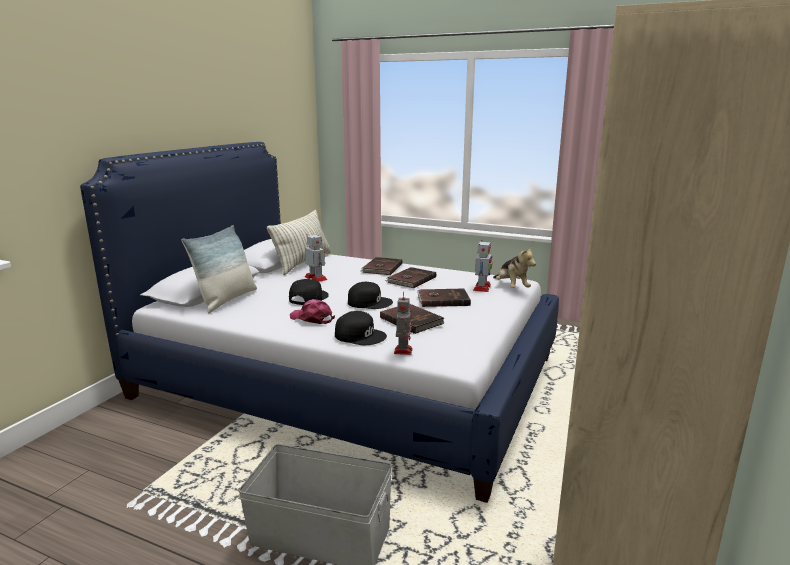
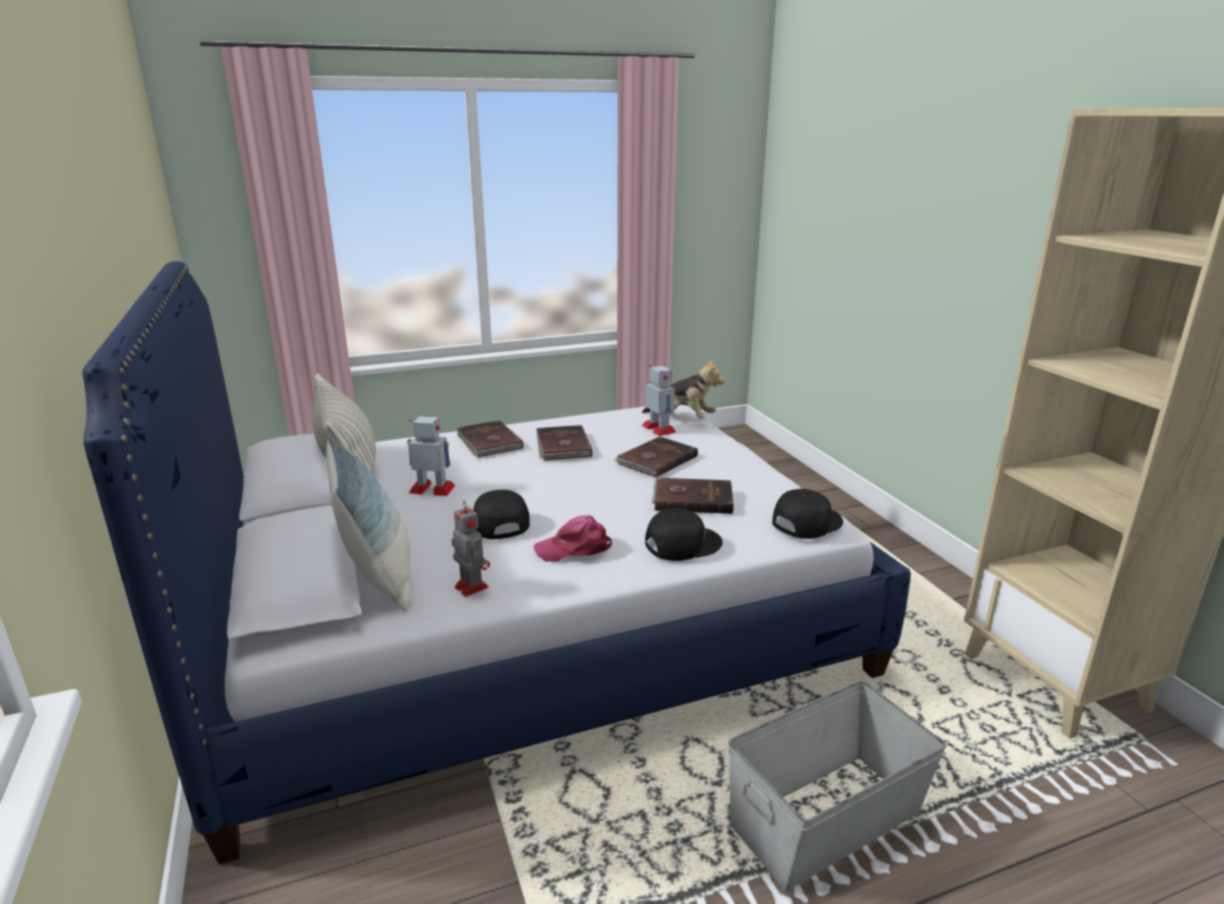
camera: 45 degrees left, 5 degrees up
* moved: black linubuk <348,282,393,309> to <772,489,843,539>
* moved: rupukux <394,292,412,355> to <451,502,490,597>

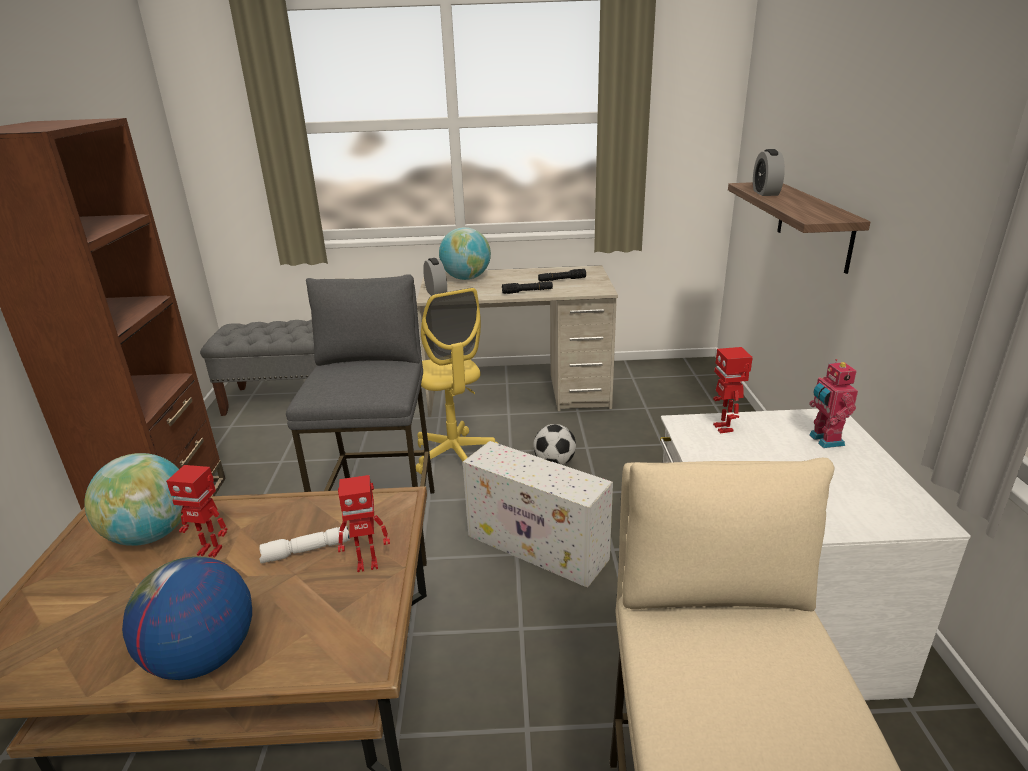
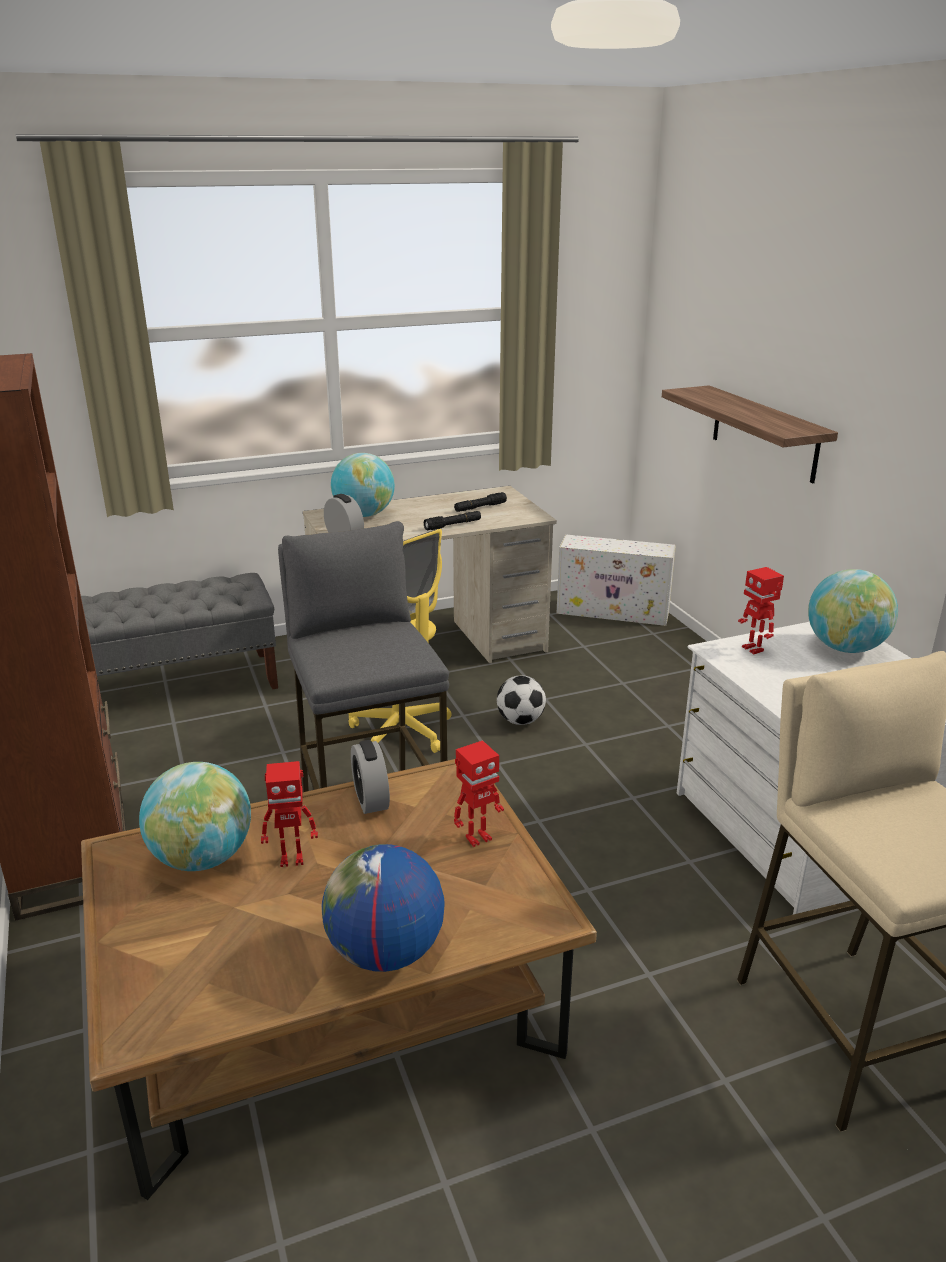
camera: 20 degrees left, 0 degrees up
* removed: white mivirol <259,526,350,563>
* moved: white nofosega <463,441,613,588> to <556,535,676,626>
* moved: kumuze <753,149,785,196> to <351,740,390,814>
* replaced: rupukux <809,359,858,448> to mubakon <808,569,898,653>

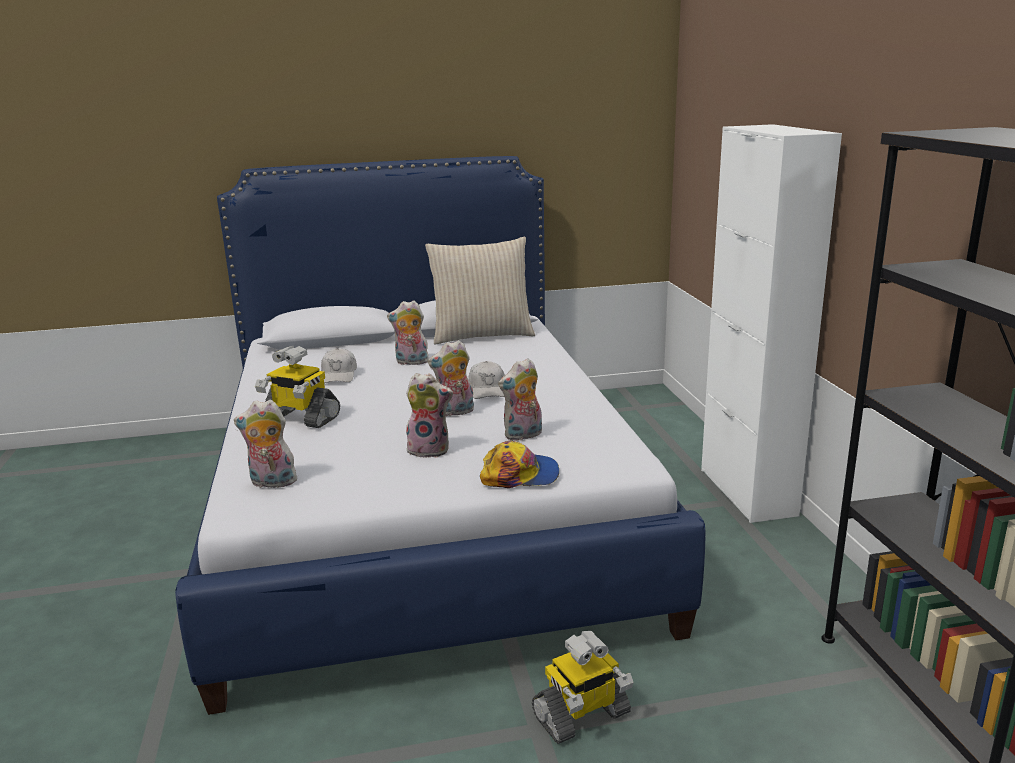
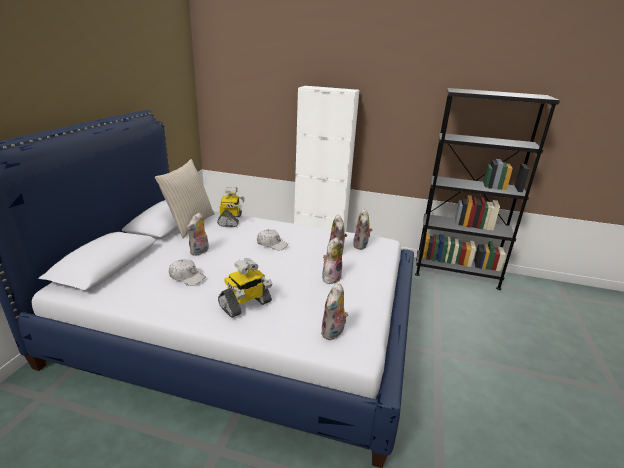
camera: 65 degrees left, 5 degrees up
* removed: linubuk <480,441,559,488>
* moved: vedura <428,340,474,416> to <353,209,373,250>
* moved: rupukux <532,631,634,744> to <217,187,245,227>

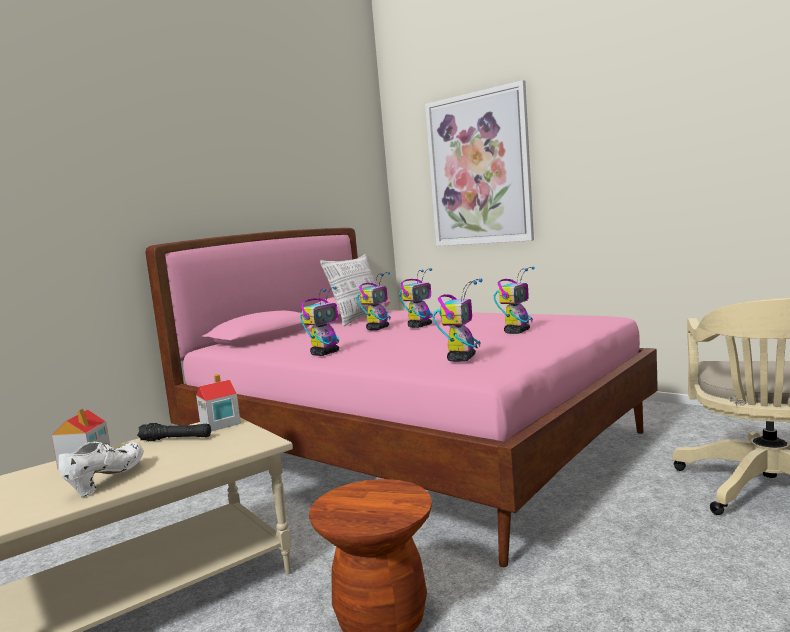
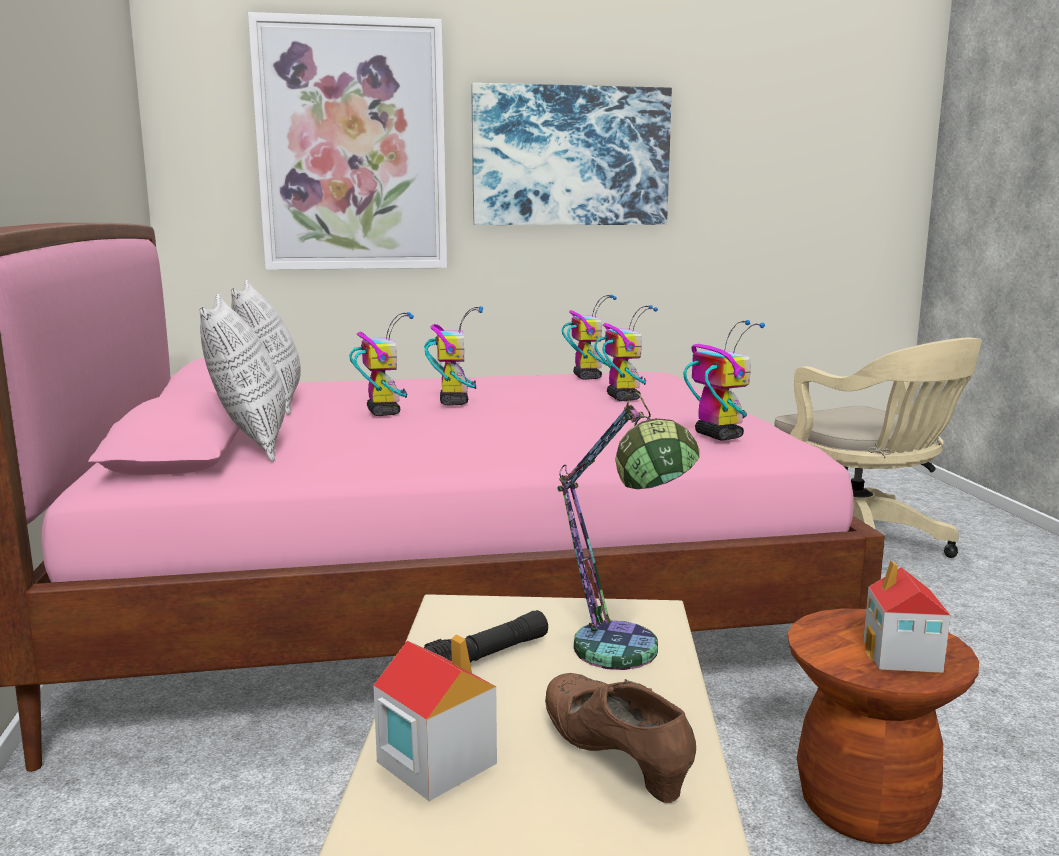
camera: 50 degrees left, 5 degrees up
* added: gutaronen <200,294,286,462>
* added: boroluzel <471,83,672,225>
* added: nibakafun <558,390,700,670>
* moved: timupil <196,374,241,432> to <863,560,950,673>
* moved: rupukux <300,286,339,356> to <562,295,617,380>
* recoloured: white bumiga <59,442,144,497> to brown bumiga <545,673,696,803>

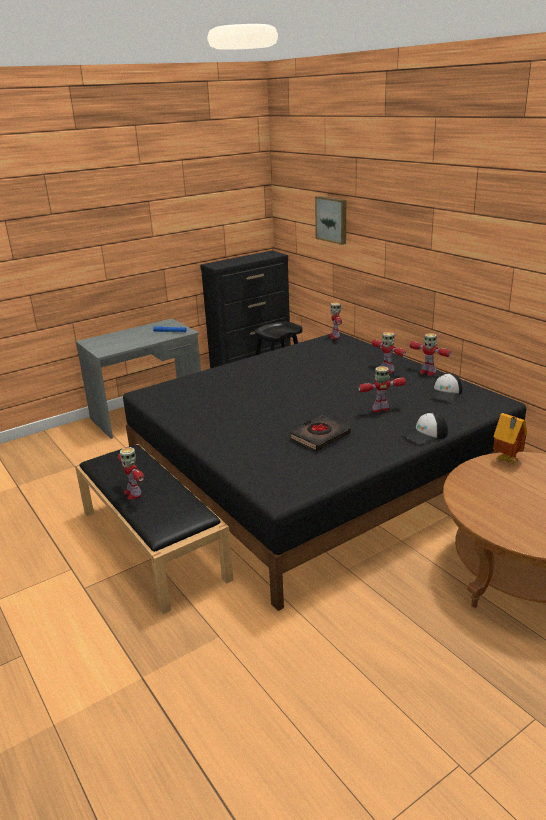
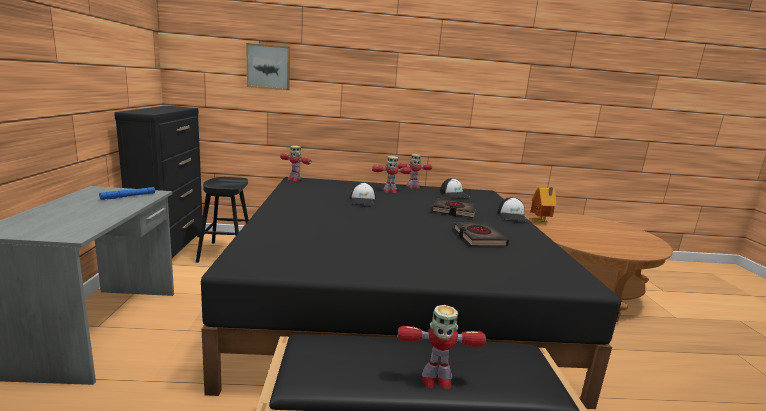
camera: 60 degrees left, 10 degrees down
* added: linubuk <351,182,376,205>
* replaced: rupukux <358,366,406,412> to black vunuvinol <432,199,477,218>

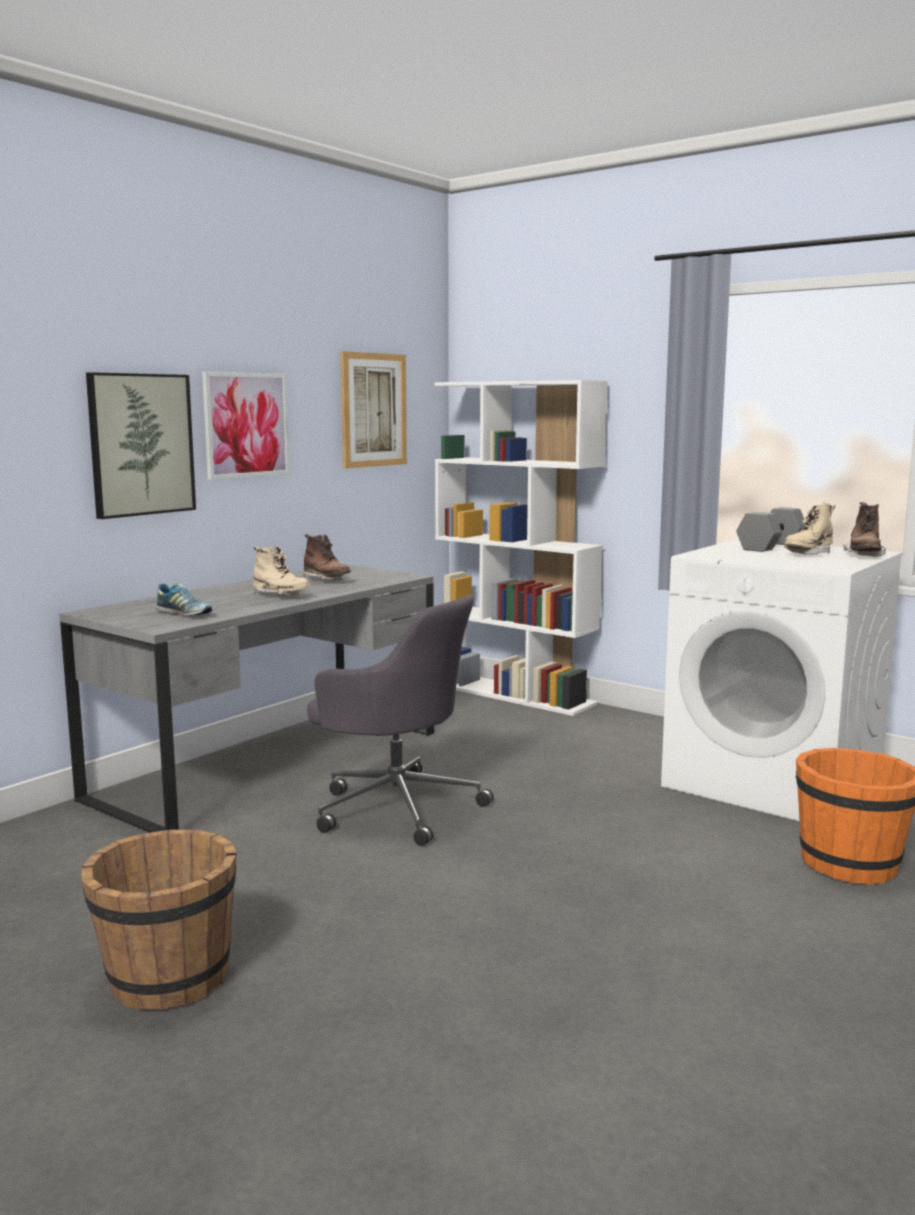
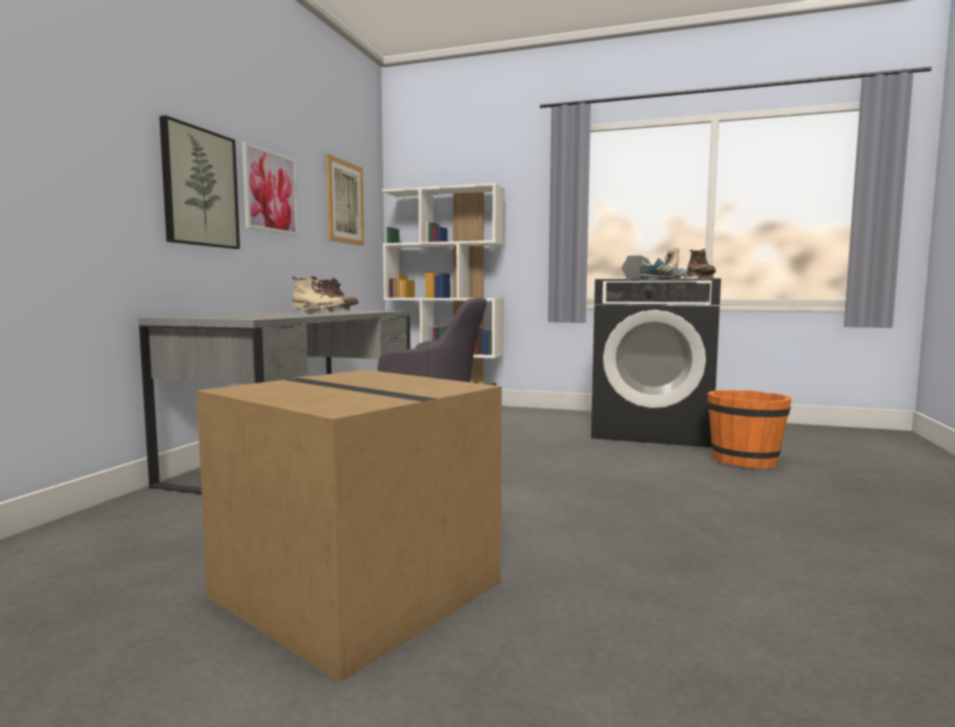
camera: 20 degrees left, 5 degrees down
* moved: bumiga <156,583,212,616> to <639,258,688,279>
* replaced: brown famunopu <82,829,236,1010> to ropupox <196,370,502,683>
* recoloured: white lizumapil <661,539,903,821> to black lizumapil <591,278,721,447>

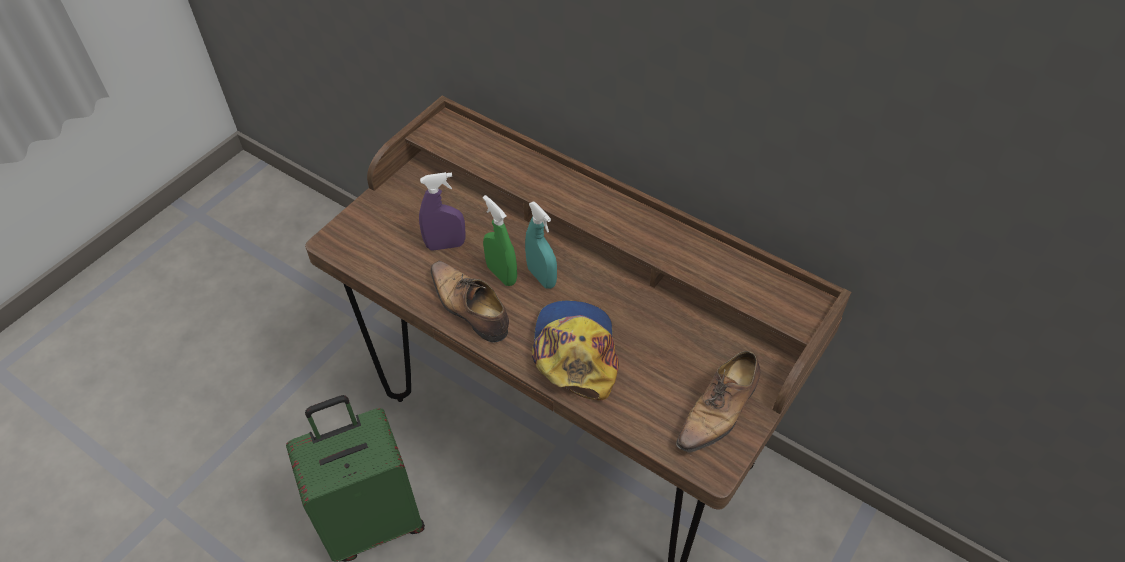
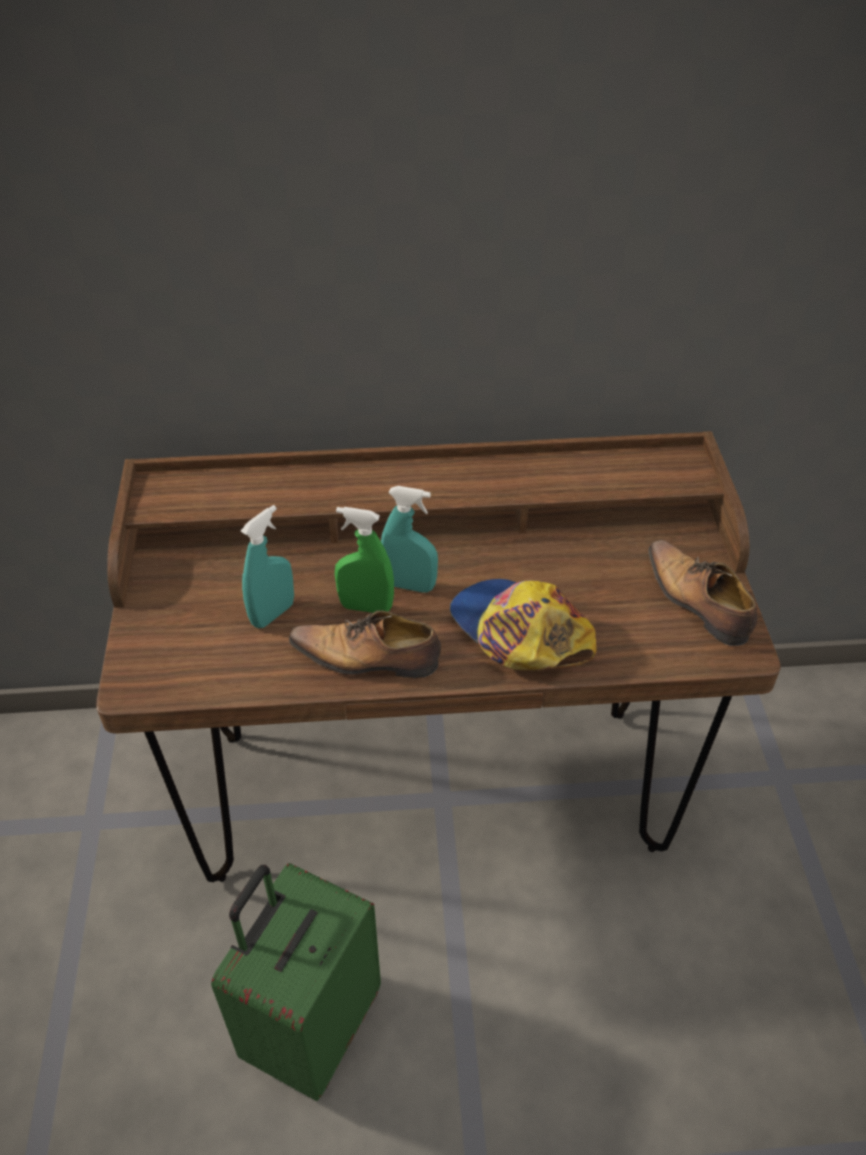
camera: 40 degrees left, 5 degrees down
* recoloured: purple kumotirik <419,172,465,251> to turquoise kumotirik <241,505,294,628>
* turned: bumiga <676,351,760,456> = <648,540,757,646> 150 degrees clockwise

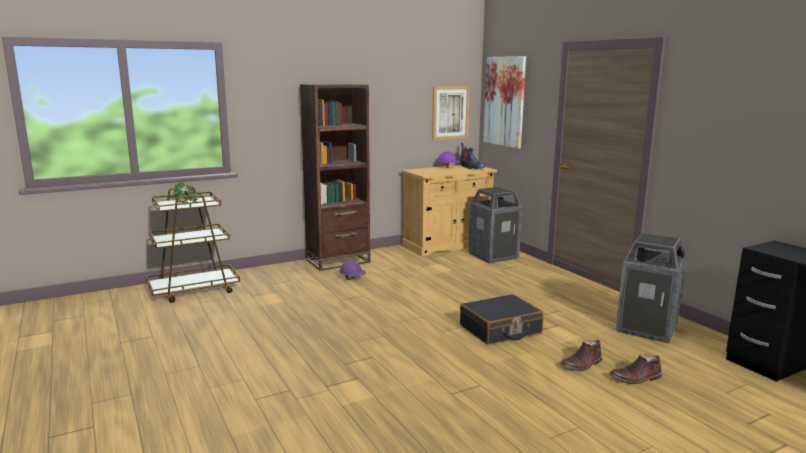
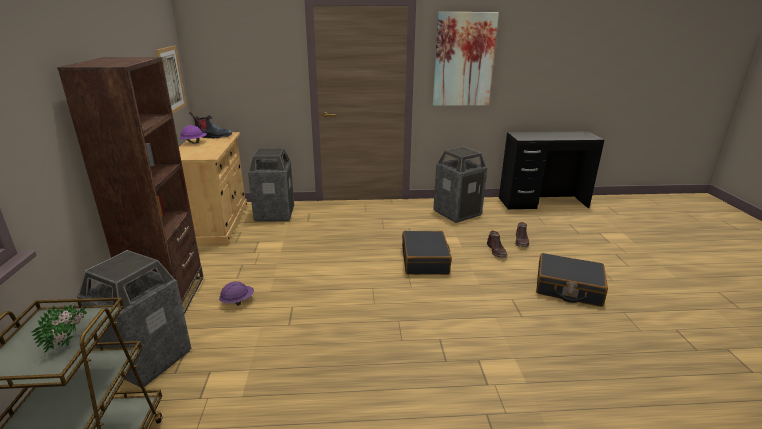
camera: 65 degrees left, 10 degrees up
* added: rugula <77,250,191,387>
* added: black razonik <536,253,608,307>
* moved: boroluzel <483,56,526,149> to <433,12,499,106>

